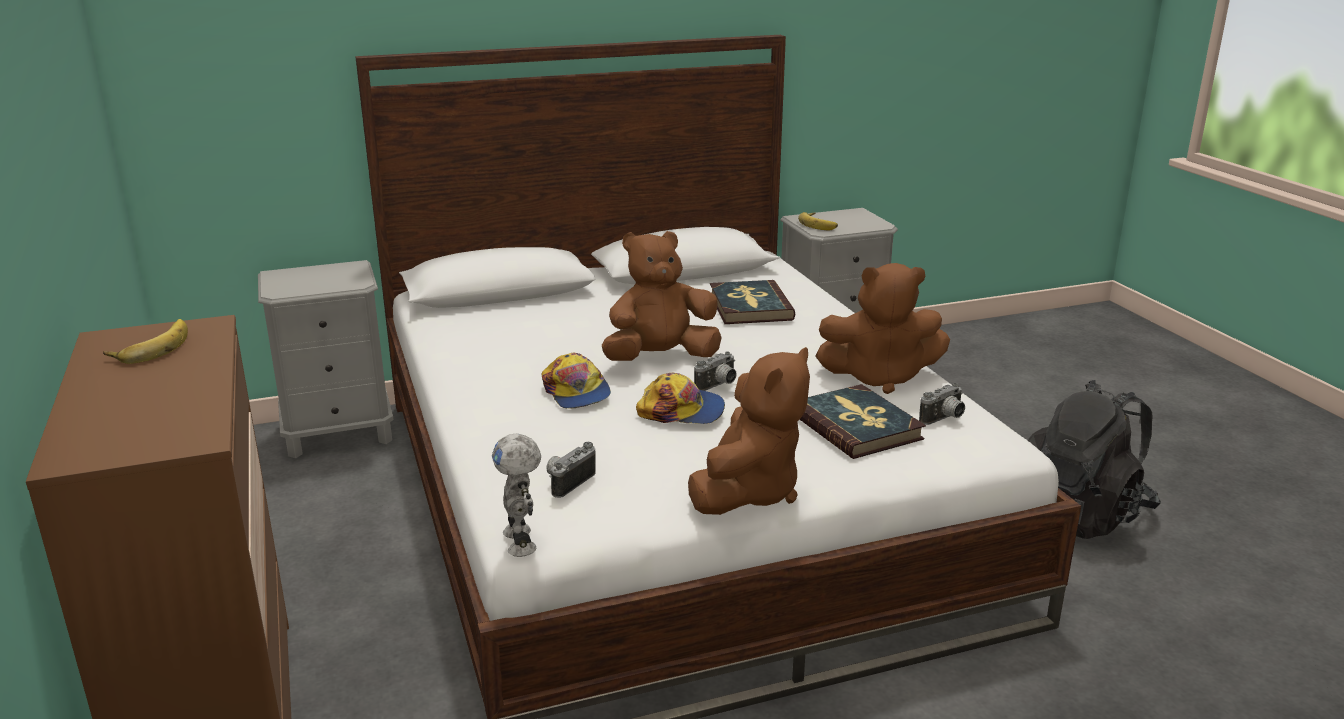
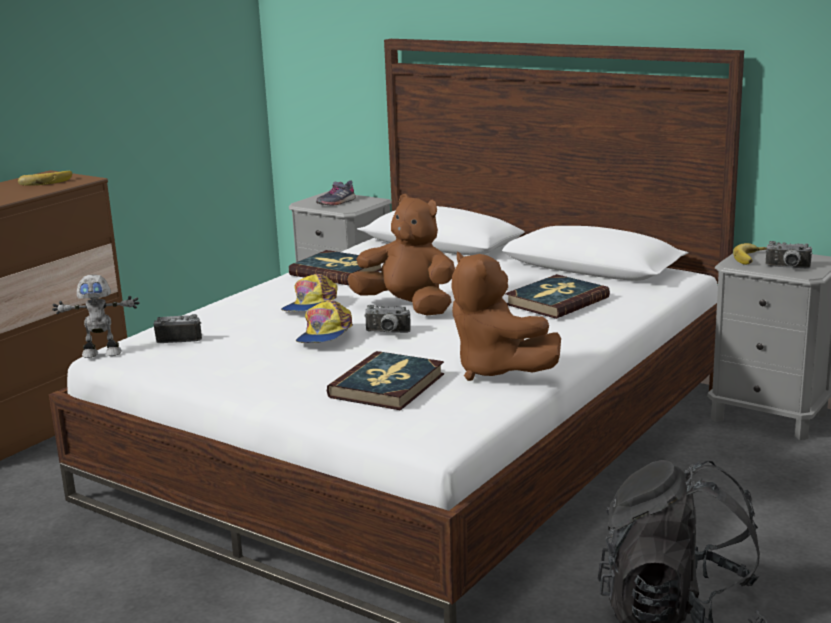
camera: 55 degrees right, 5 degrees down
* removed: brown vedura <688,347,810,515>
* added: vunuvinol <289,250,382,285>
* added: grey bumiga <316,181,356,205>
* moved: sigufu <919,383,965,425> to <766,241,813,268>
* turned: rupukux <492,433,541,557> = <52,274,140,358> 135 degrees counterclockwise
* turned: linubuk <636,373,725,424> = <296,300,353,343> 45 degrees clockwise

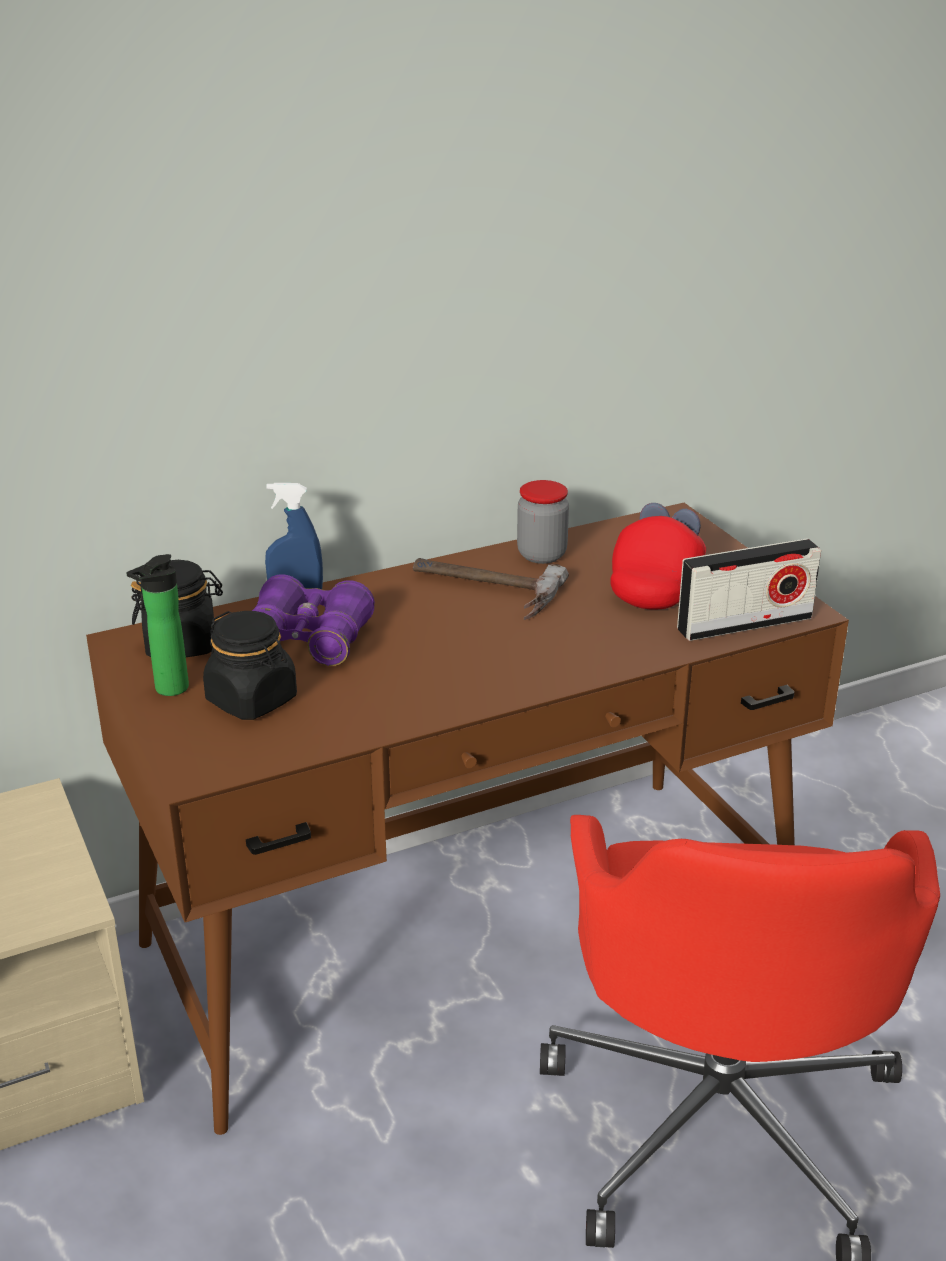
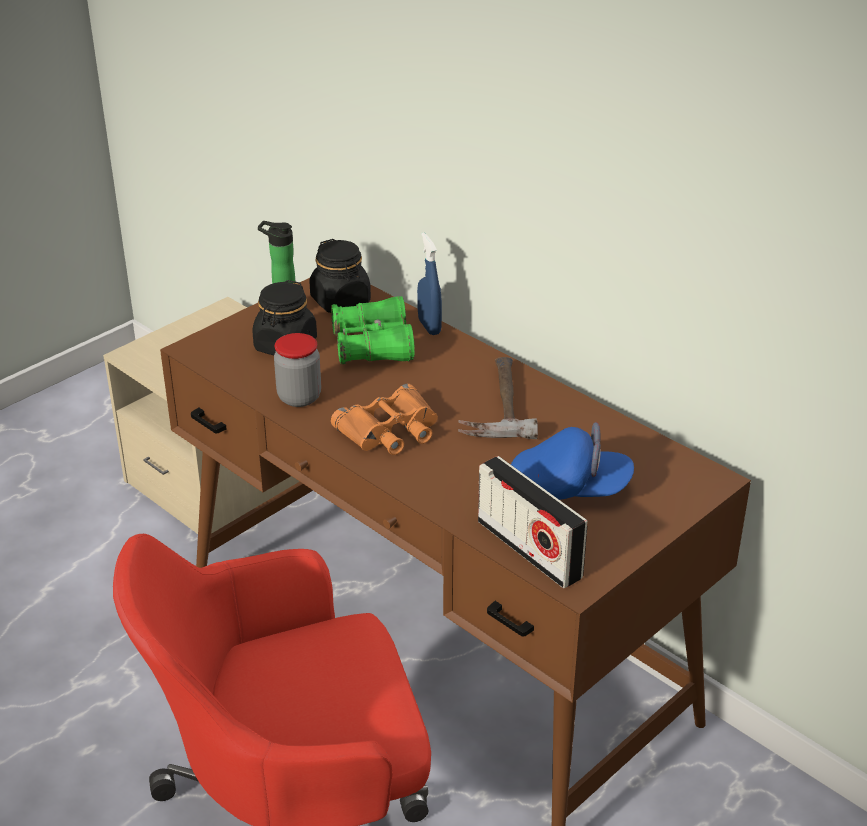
camera: 70 degrees right, 5 degrees up
* added: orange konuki <331,384,438,455>
* moved: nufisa <517,480,569,564> to <274,333,321,407>
* recoloured: purple konuki <252,574,375,666> to green konuki <331,296,415,365>
* recoloured: red linubuk <610,503,706,609> to blue linubuk <511,422,634,500>

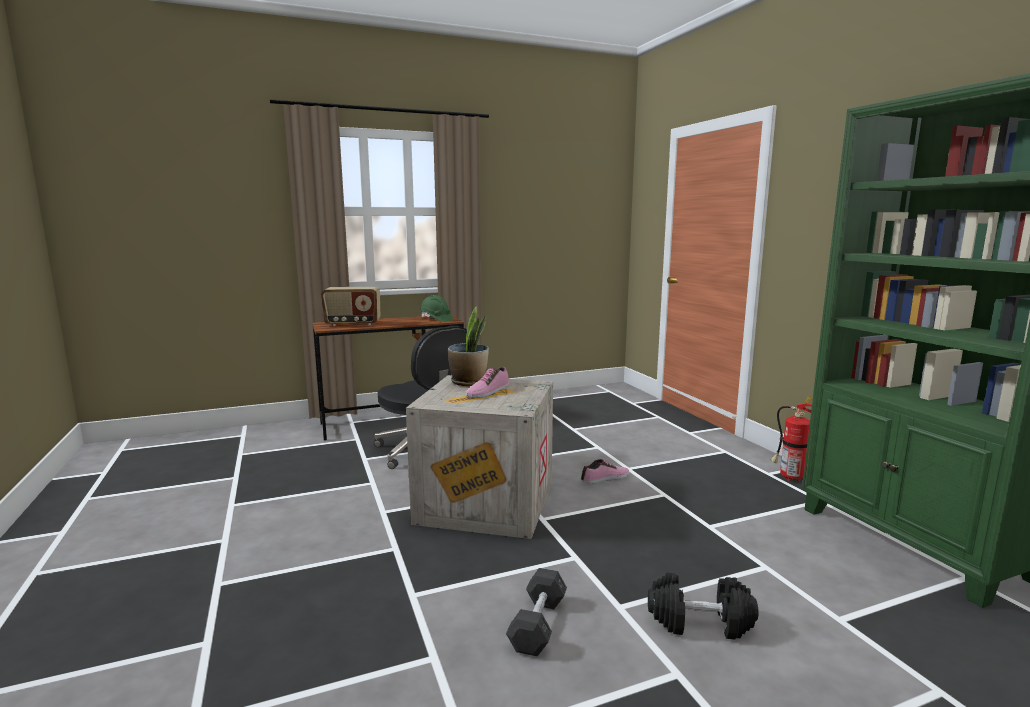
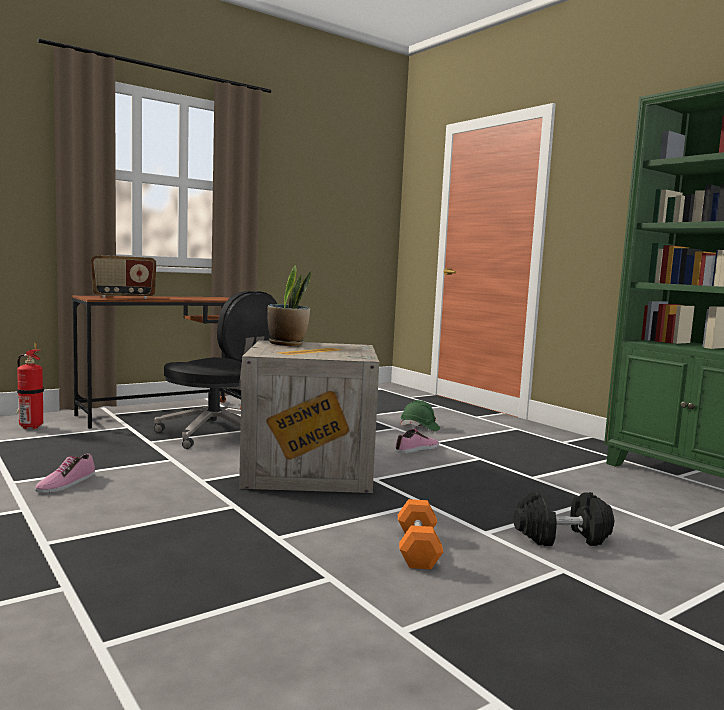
camera: 15 degrees left, 5 degrees down
* moved: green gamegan <420,295,453,322> to <401,400,440,431>
* moved: bumiga <466,367,509,398> to <35,453,95,493>
* moved: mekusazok <771,396,812,481> to <17,343,44,429>
* recoloured: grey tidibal <506,568,567,656> to orange tidibal <398,499,443,569>

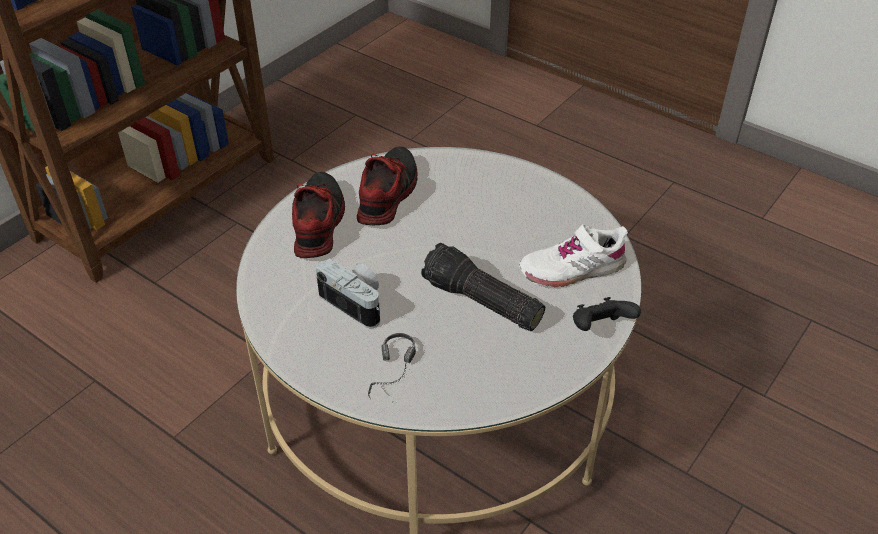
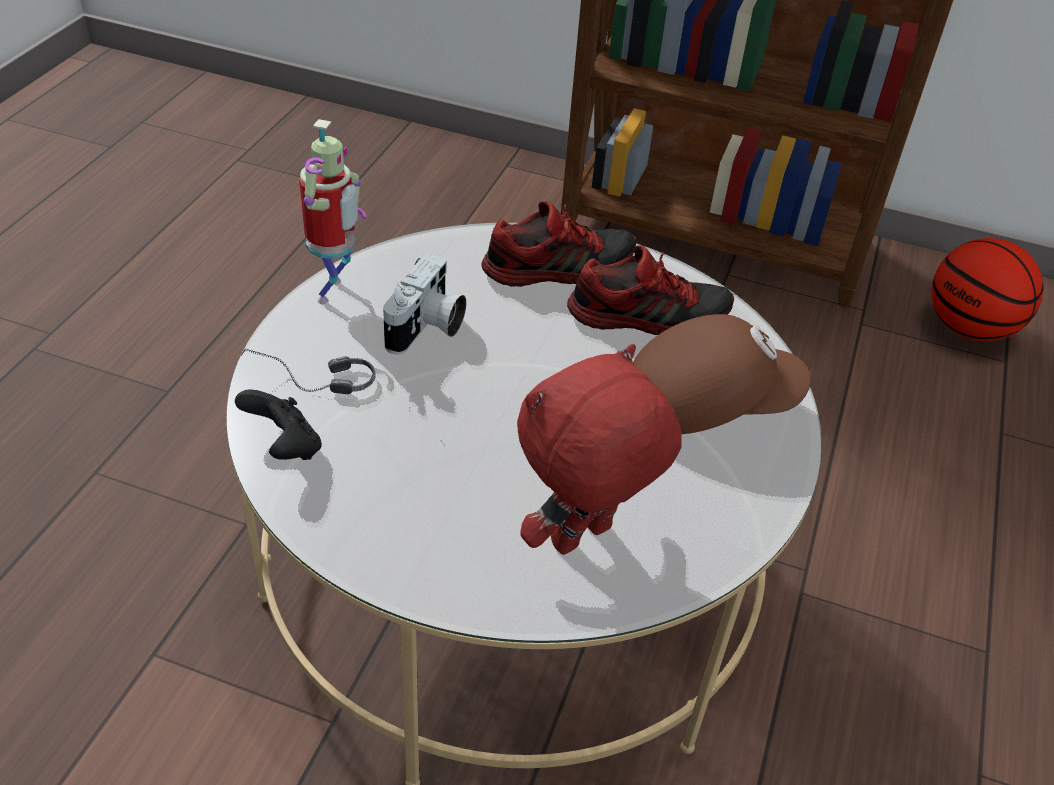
camera: 70 degrees right, 0 degrees up
* removed: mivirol <421,243,545,331>
* added: rupukux <299,119,366,304>
* added: brown linubuk <633,314,811,434>
* added: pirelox <932,238,1043,341>
* moved: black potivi <573,297,641,331> to <235,389,322,460>
* replaced: white bumiga <519,224,628,287> to red vedura <517,344,682,555>

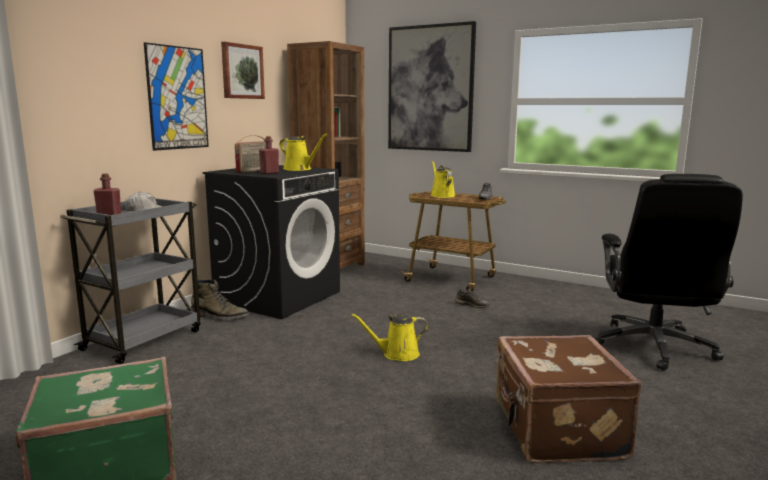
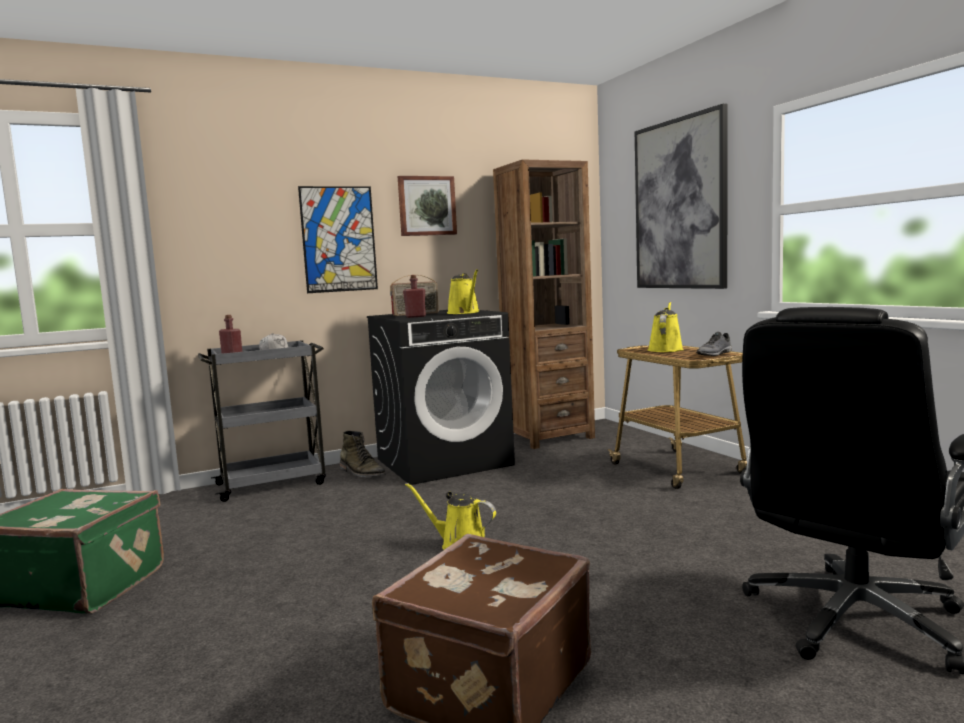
camera: 35 degrees right, 5 degrees down
* removed: grey bumiga <455,289,490,308>

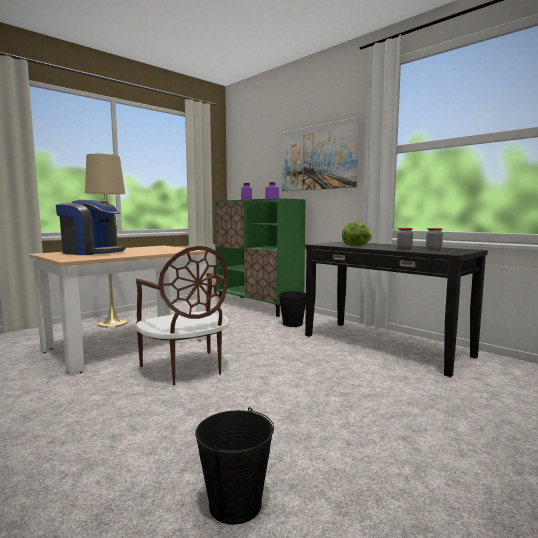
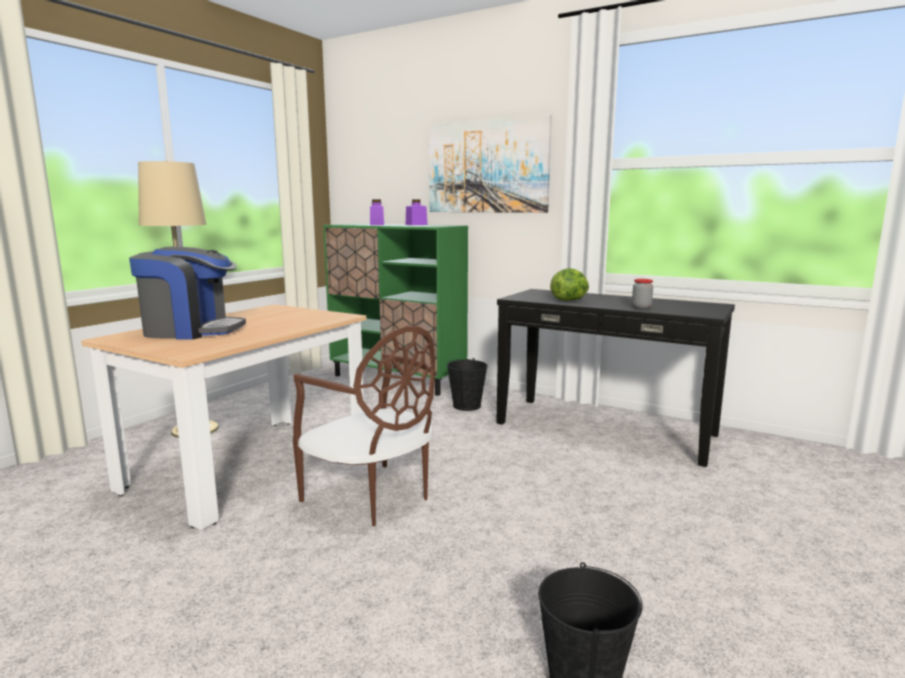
camera: 15 degrees left, 5 degrees up
* removed: nufisa <426,228,443,250>

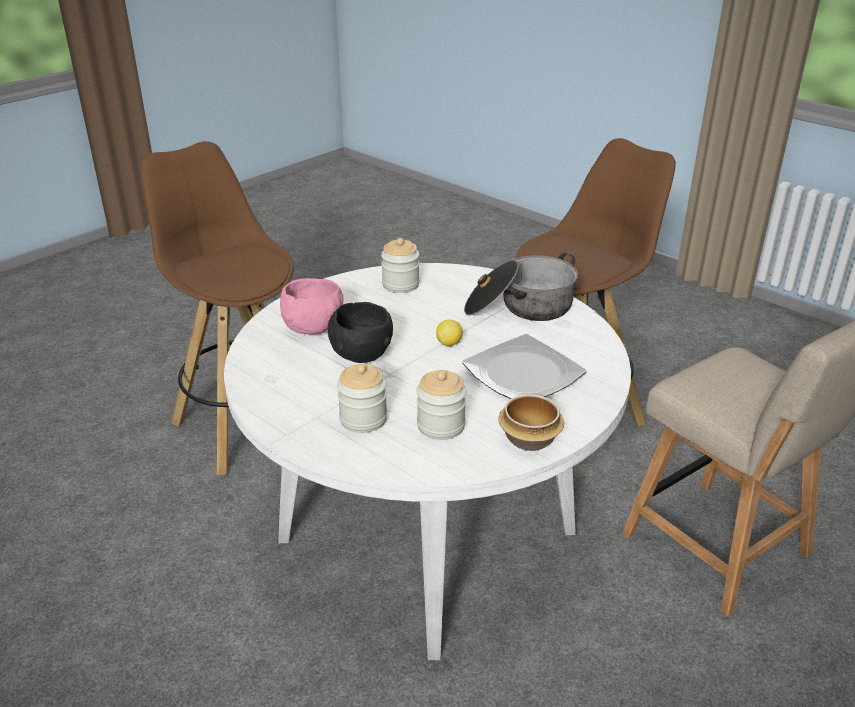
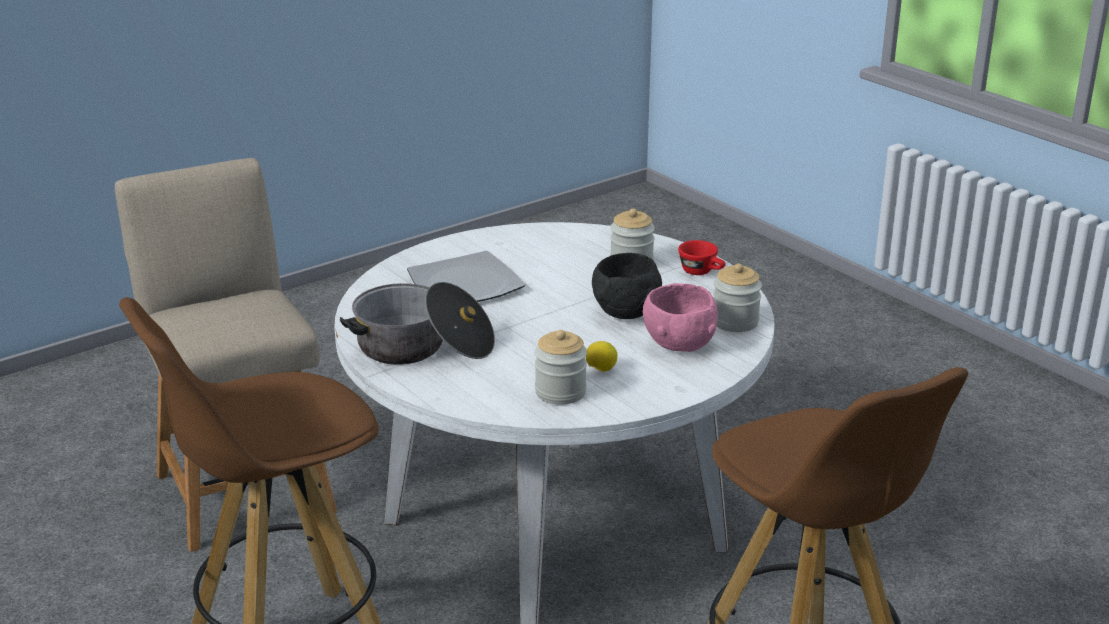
camera: 170 degrees left, 5 degrees down
* removed: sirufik <499,394,564,451>
* added: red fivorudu <678,240,726,275>
* moved: nufisa <417,370,466,440> to <713,264,762,332>
* moved: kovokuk <436,319,463,346> to <586,341,617,372>

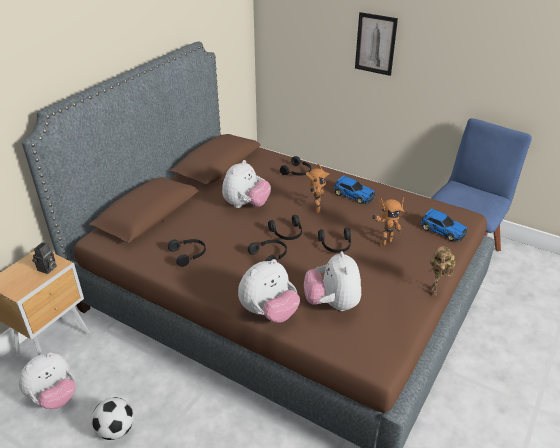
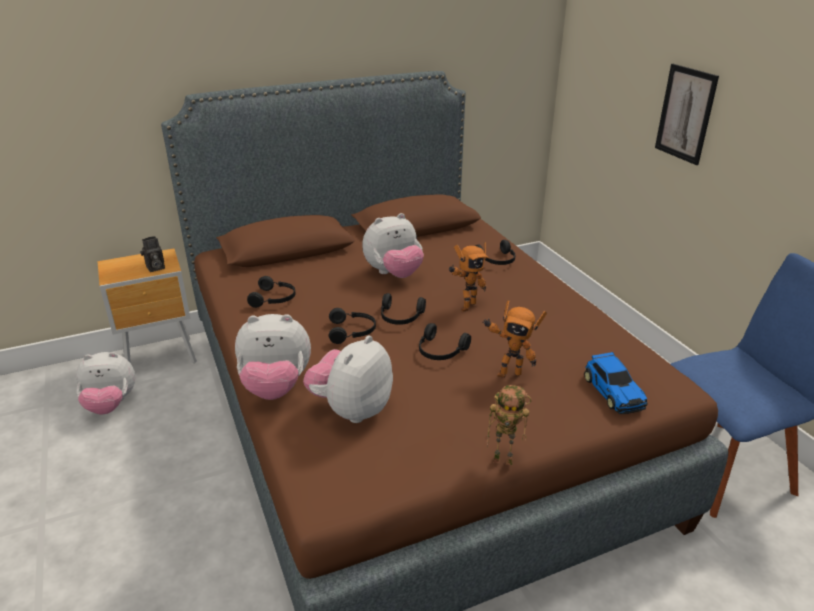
camera: 35 degrees right, 5 degrees down
* removed: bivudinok <91,397,134,440>
* removed: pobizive <334,175,375,204>
* turned: rupukux <428,246,456,296> = <487,385,532,465> 120 degrees counterclockwise

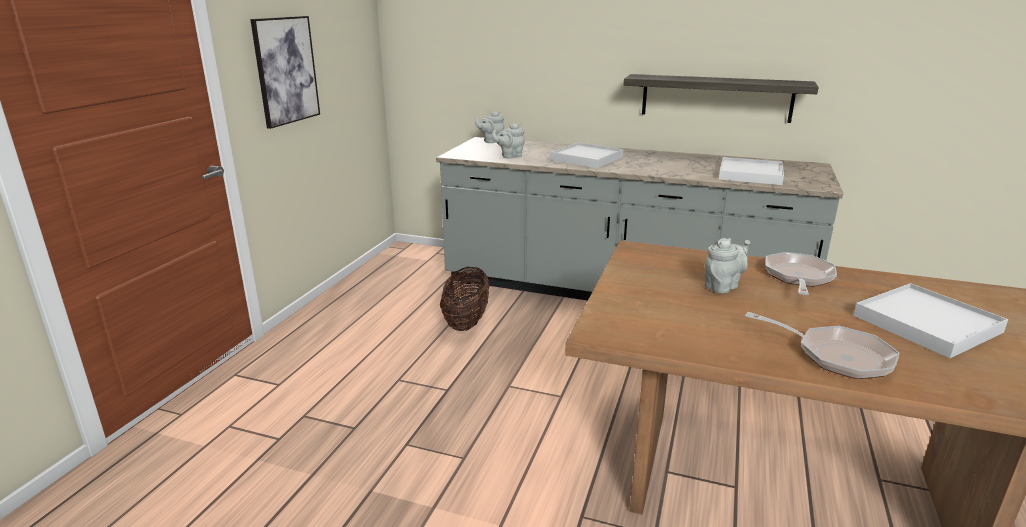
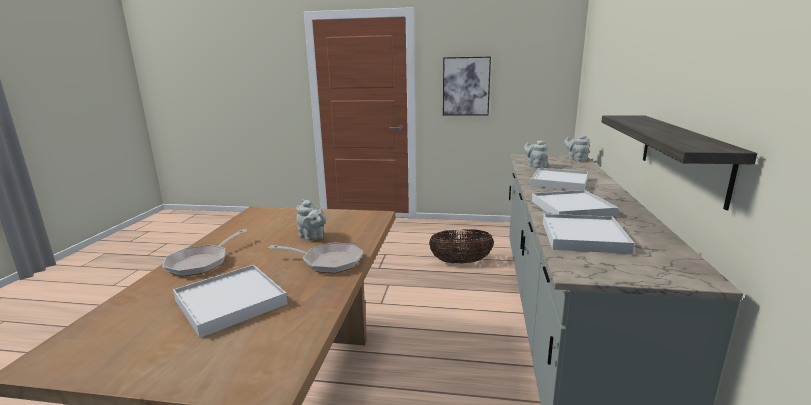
camera: 80 degrees right, 5 degrees down
* added: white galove <532,190,618,217>

